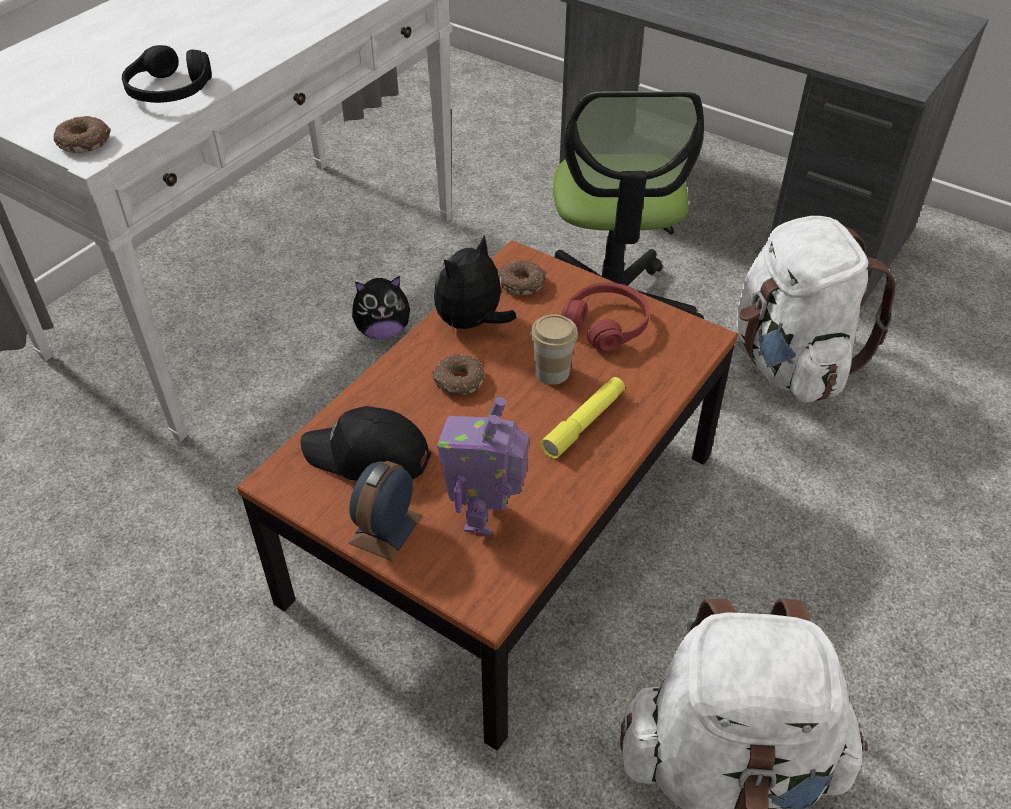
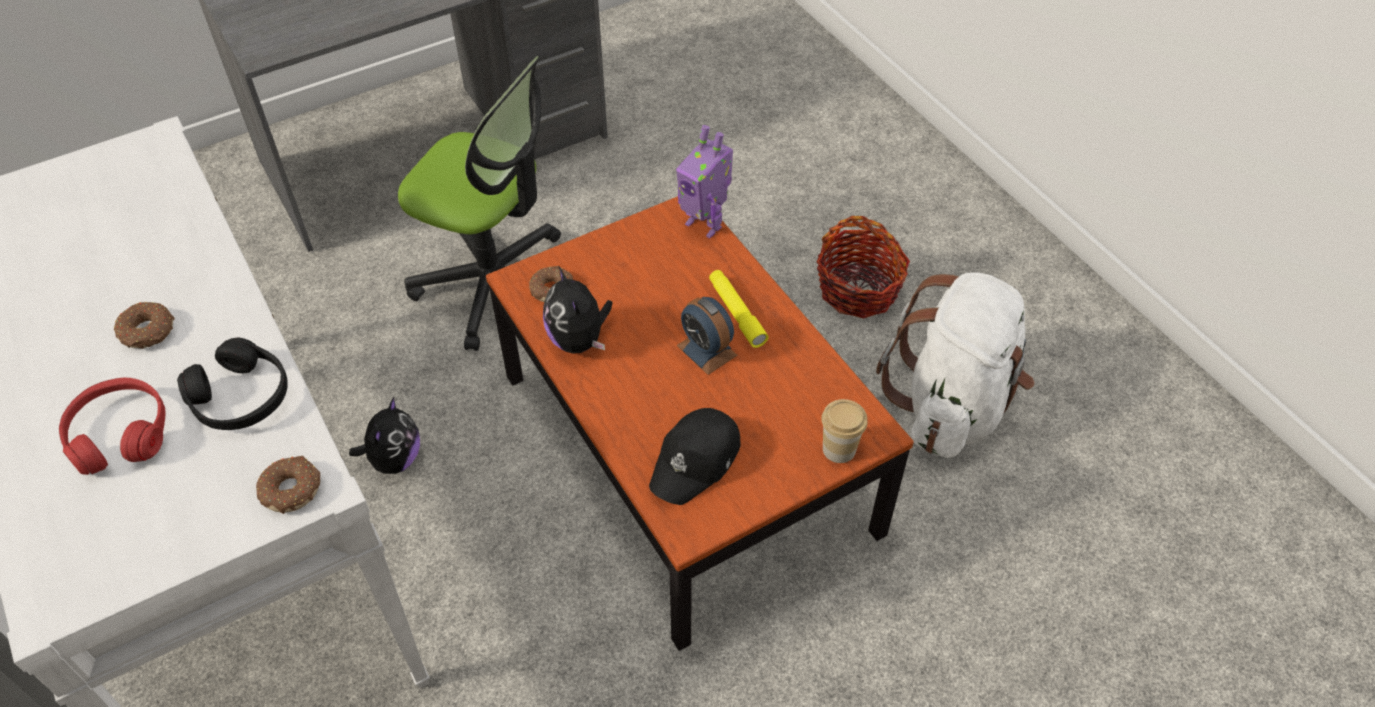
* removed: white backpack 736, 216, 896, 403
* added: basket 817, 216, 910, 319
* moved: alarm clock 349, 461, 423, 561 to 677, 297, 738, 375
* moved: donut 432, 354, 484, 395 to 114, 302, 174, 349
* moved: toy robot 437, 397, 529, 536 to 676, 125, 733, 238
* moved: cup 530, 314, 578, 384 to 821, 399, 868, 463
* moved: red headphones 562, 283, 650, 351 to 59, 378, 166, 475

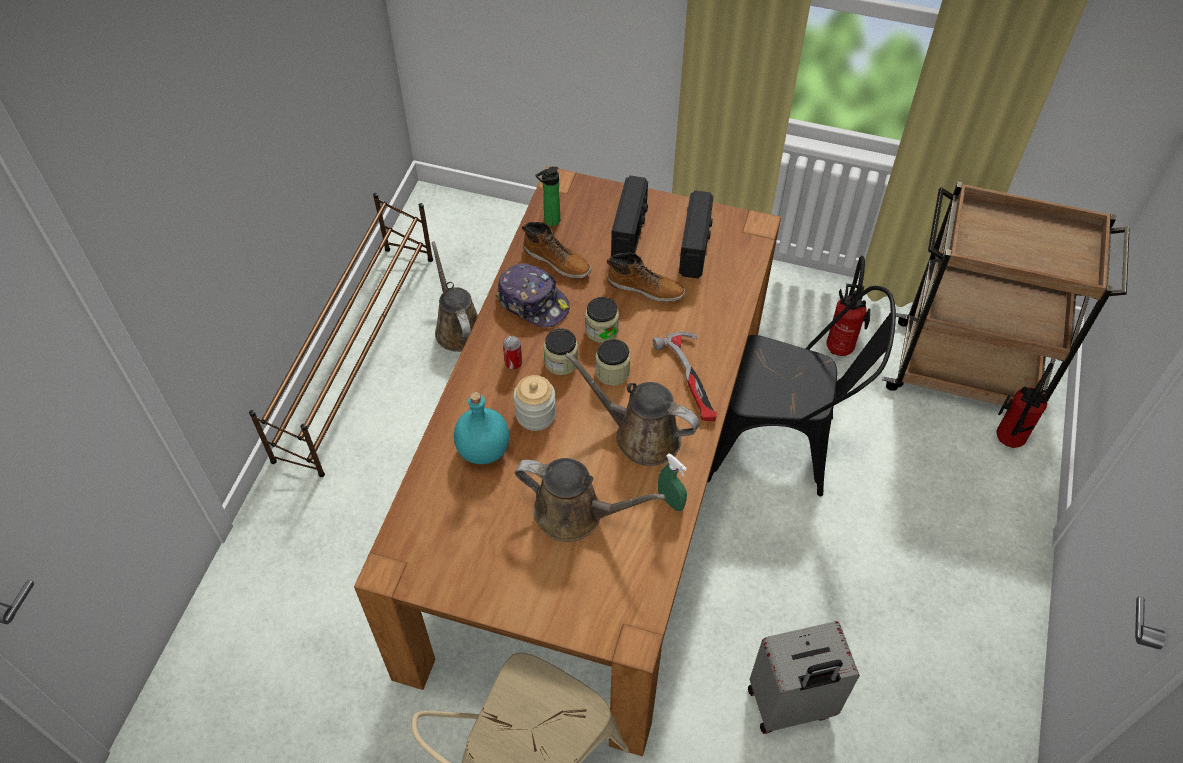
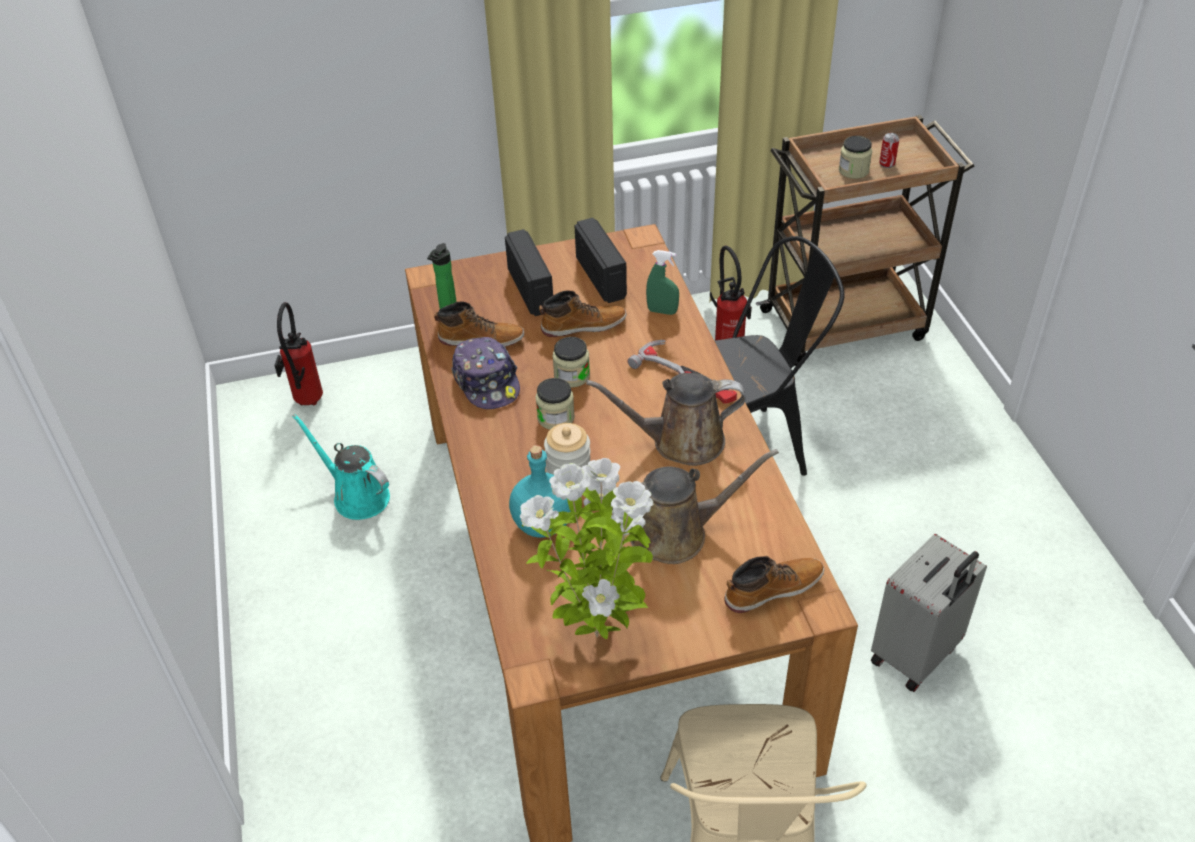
* removed: brown shoe rack 249, 193, 433, 477
* added: potted plant 520, 458, 654, 639
* added: boot 725, 556, 824, 613
* moved: can 503, 336, 522, 369 to 879, 133, 899, 168
* moved: jar 596, 339, 630, 386 to 839, 136, 872, 179
* moved: green spray bottle 658, 453, 687, 511 to 646, 250, 679, 315
* moved: fire extinguisher 997, 363, 1053, 448 to 274, 302, 323, 406
* recoloured: brown watering can 431, 241, 478, 352 to turquoise watering can 292, 414, 390, 520
* turned: cap 496, 263, 570, 327 = 451, 337, 520, 409 60 degrees clockwise

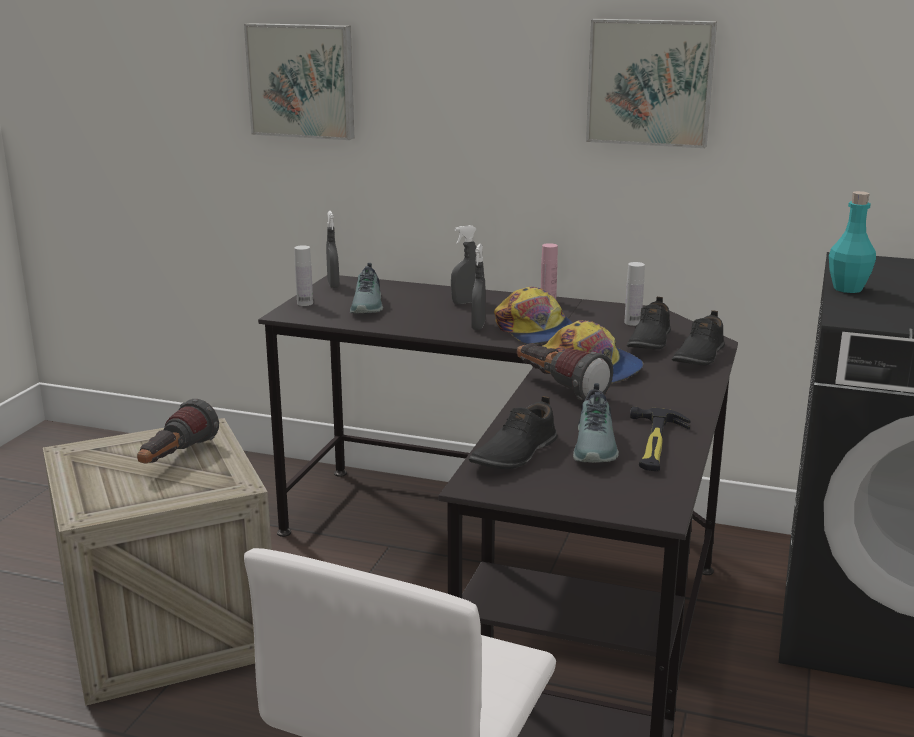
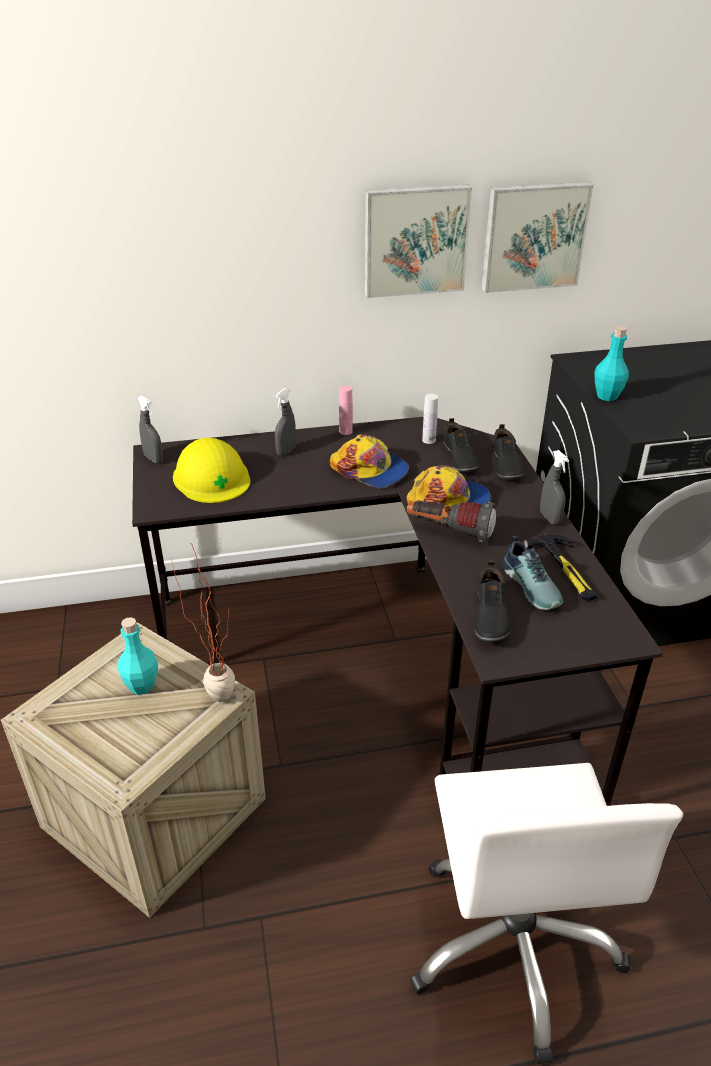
* removed: white bottle 294, 245, 313, 306
* added: potted plant 172, 545, 235, 702
* moved: picture 244, 23, 354, 140 to 481, 182, 593, 293
* moved: grey spray bottle 471, 244, 486, 330 to 540, 450, 569, 525
* replaced: flashlight 137, 399, 219, 464 to turquoise bottle 117, 617, 158, 695
* replaced: shoe 350, 263, 383, 313 to yellow hard hat 173, 438, 250, 503

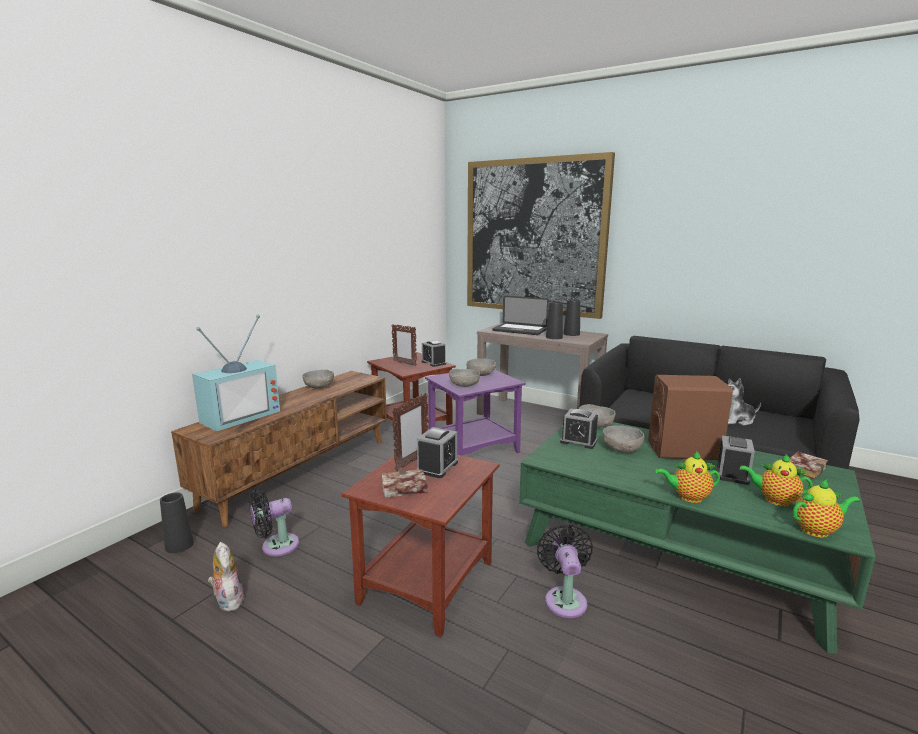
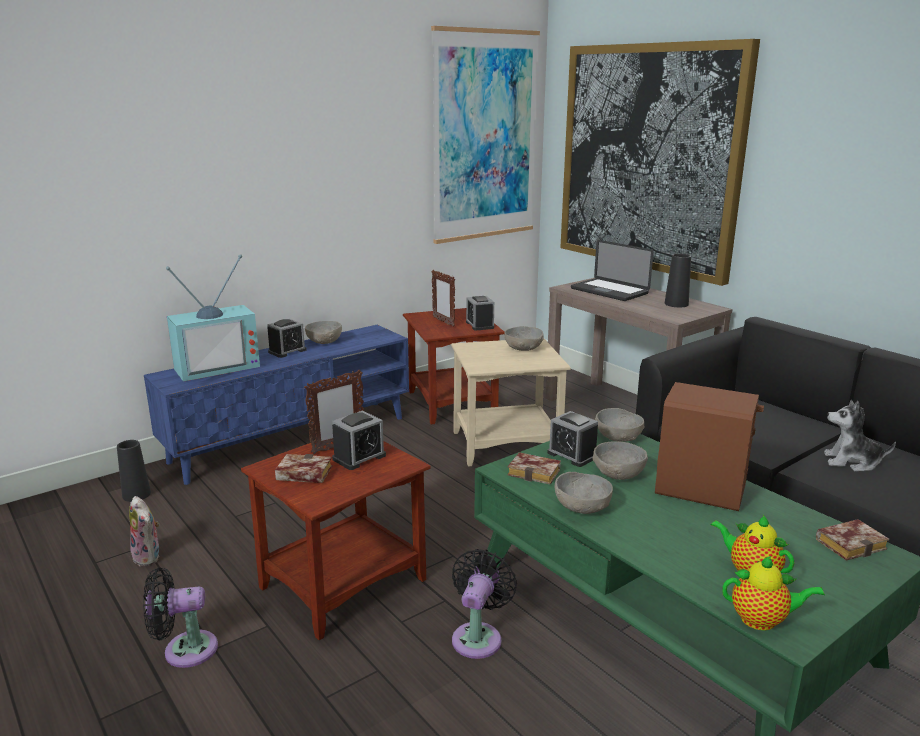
* removed: black vase 546, 301, 563, 339
* removed: teapot 656, 451, 720, 503
* added: picture 431, 26, 540, 244
* added: book 508, 452, 561, 485
* moved: black fan 249, 489, 299, 556 to 143, 567, 218, 668
* moved: grey bowl 449, 369, 480, 387 to 555, 472, 613, 514
* moved: alarm clock 717, 435, 755, 485 to 267, 319, 307, 358
* recoloured: brown tv stand 171, 371, 387, 527 to blue tv stand 144, 325, 409, 485
* recoloured: purple side table 425, 370, 526, 456 to beige side table 451, 339, 571, 466
* turned: plush toy 208, 542, 244, 611 = 129, 496, 160, 566 150 degrees clockwise

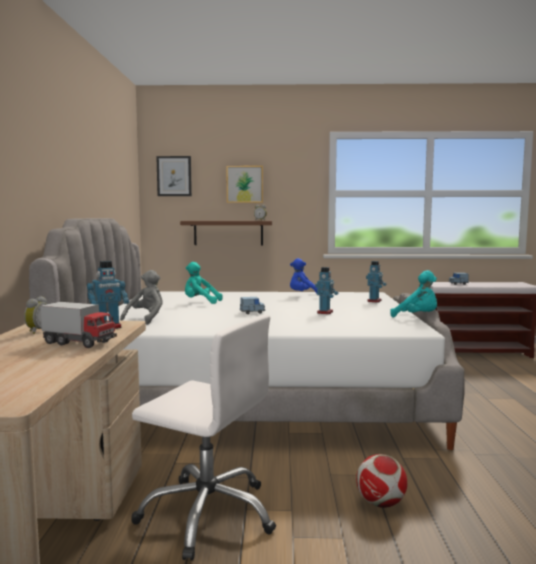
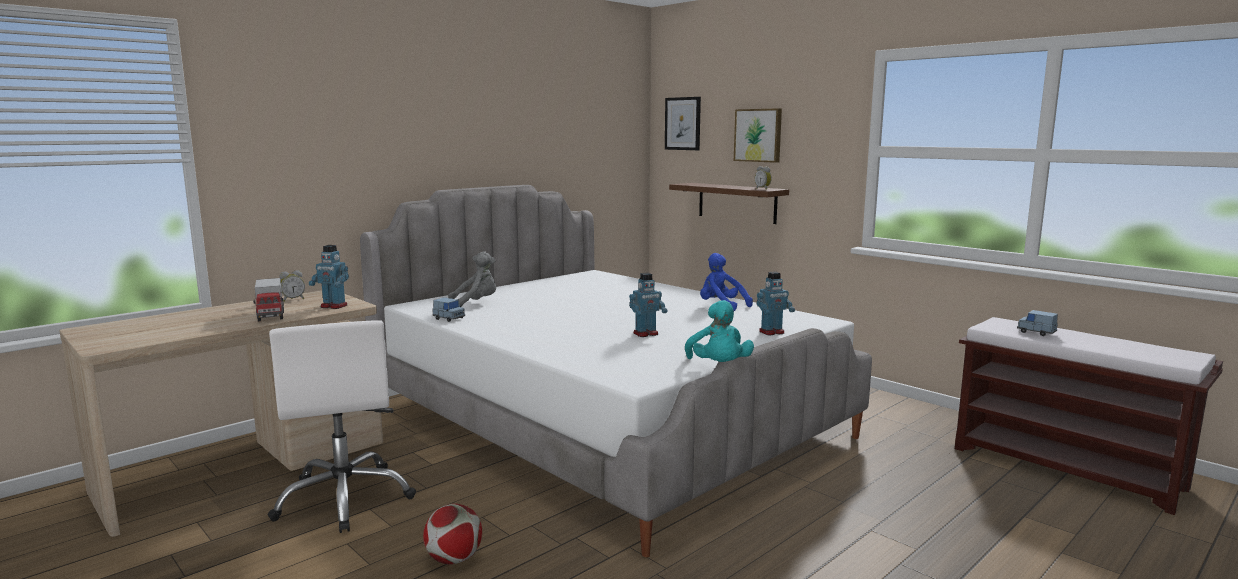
* removed: turquoise plush toy 185, 262, 223, 304
* moved: blue toy car 240, 297, 265, 314 to 433, 298, 465, 322

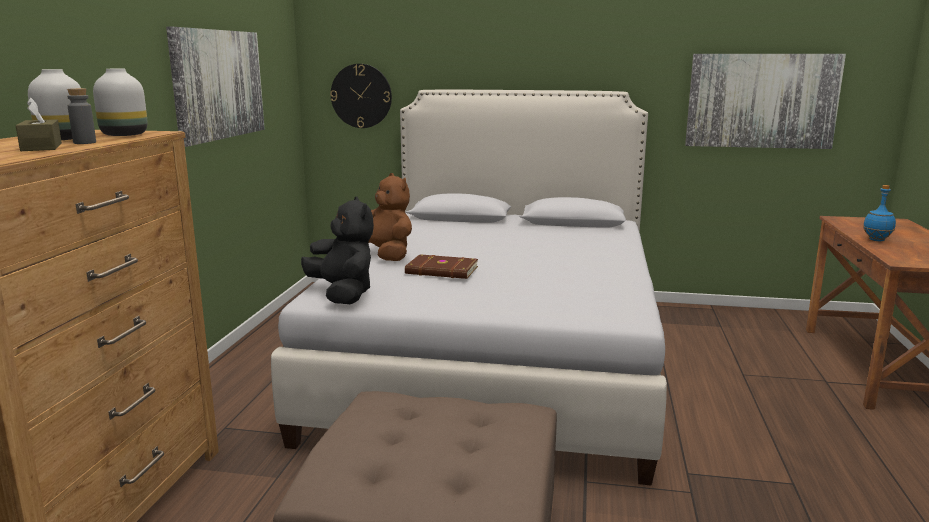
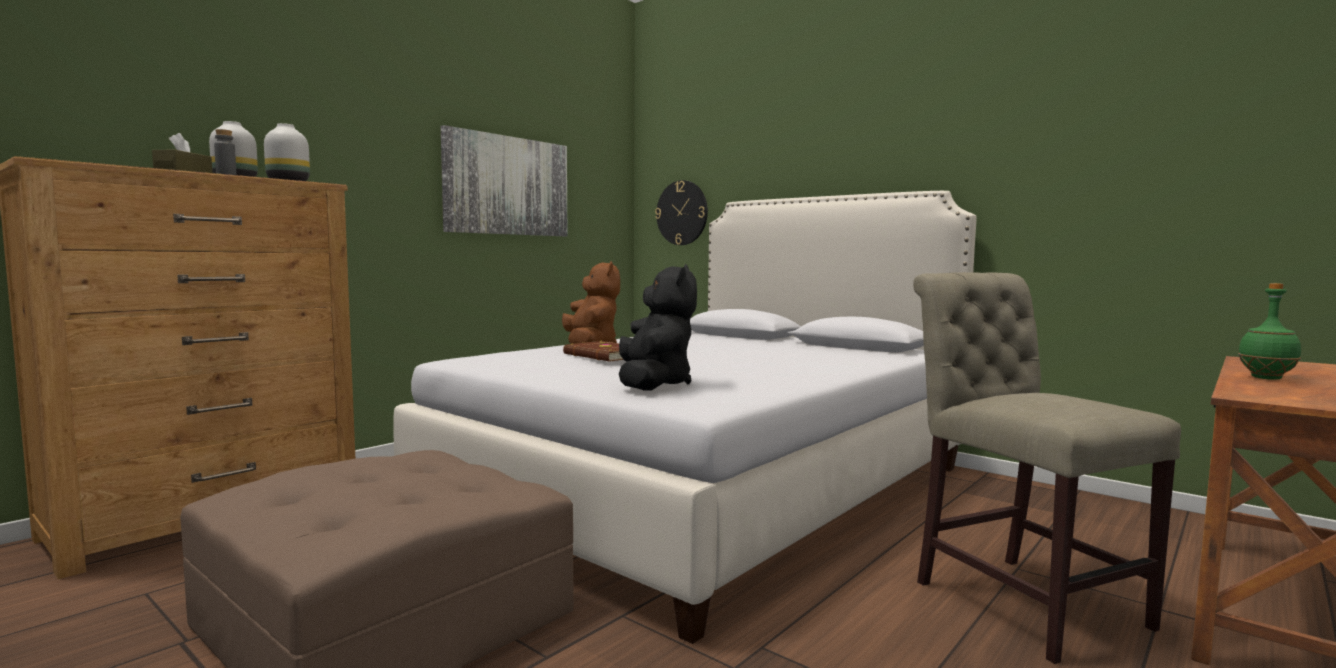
* removed: picture 685, 54, 846, 149
* added: beige chair 913, 272, 1181, 664
* moved: black plush toy 301, 196, 374, 304 to 619, 264, 697, 390
* recoloured: blue bottle 863, 185, 896, 241 to green bottle 1238, 283, 1301, 380

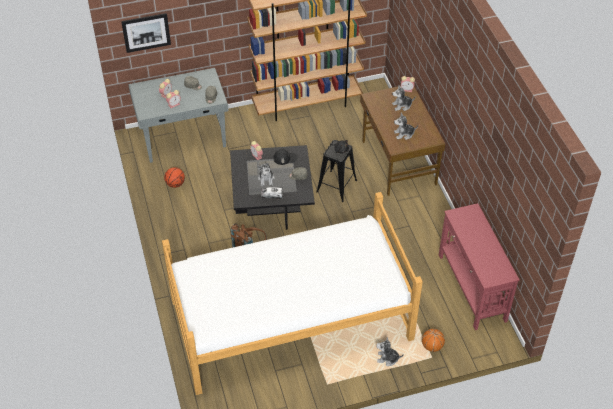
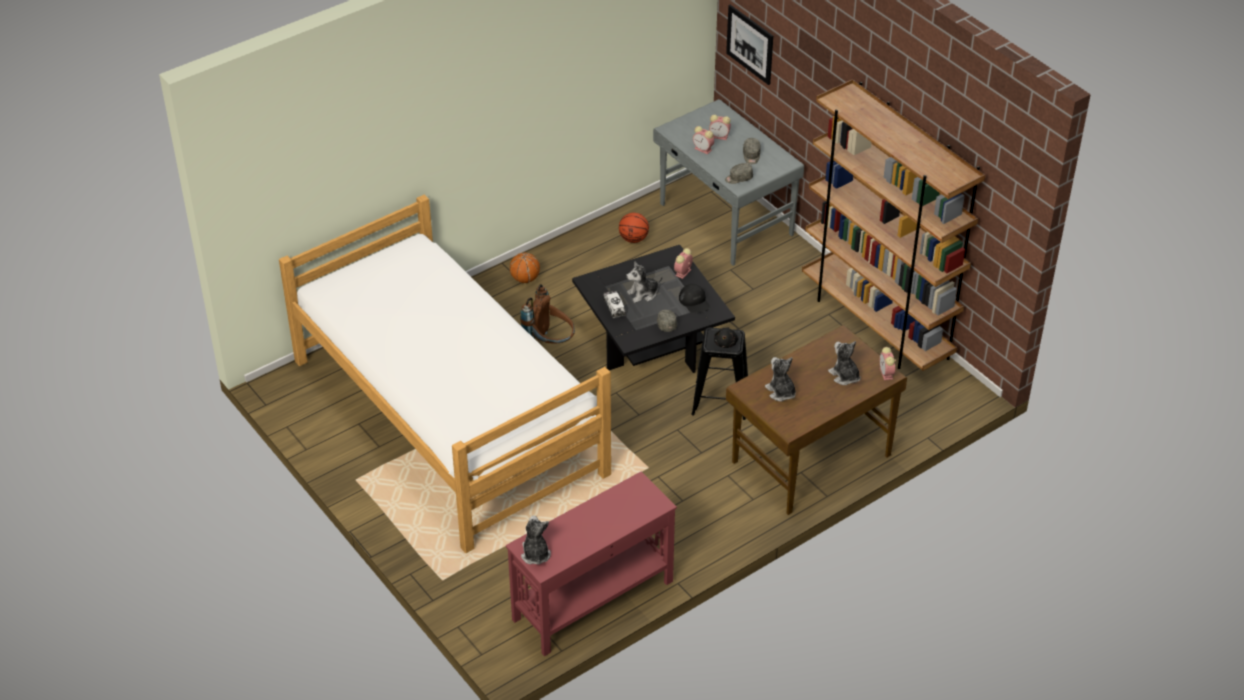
* moved: plush toy 376, 337, 404, 366 to 521, 516, 551, 565
* moved: basketball 422, 329, 445, 352 to 510, 253, 540, 283

